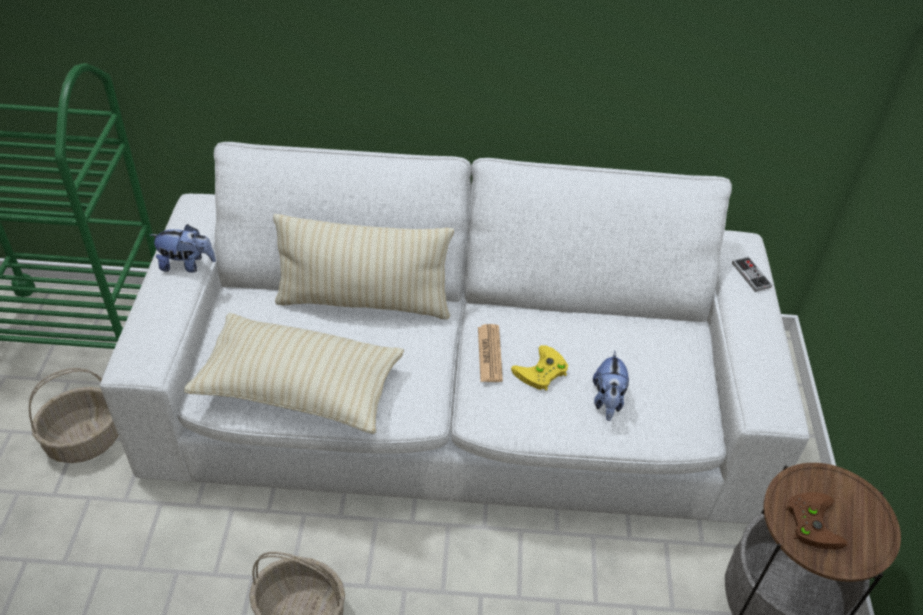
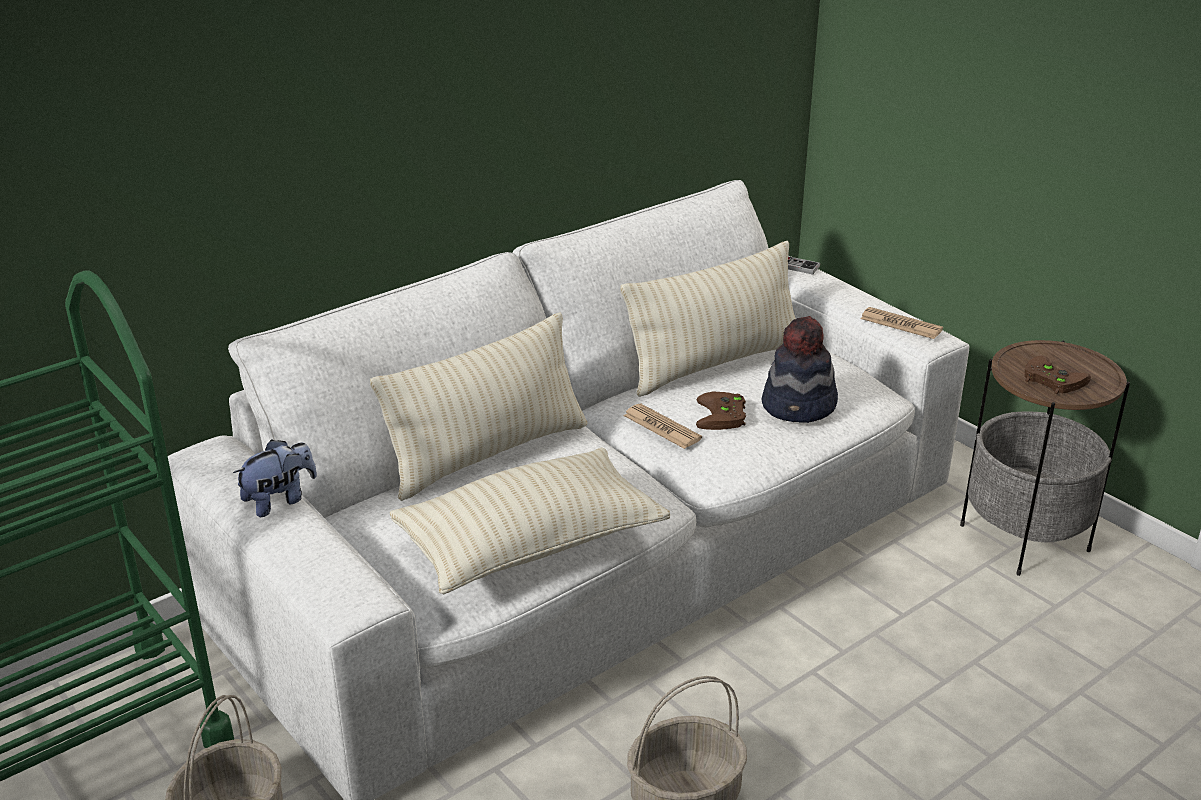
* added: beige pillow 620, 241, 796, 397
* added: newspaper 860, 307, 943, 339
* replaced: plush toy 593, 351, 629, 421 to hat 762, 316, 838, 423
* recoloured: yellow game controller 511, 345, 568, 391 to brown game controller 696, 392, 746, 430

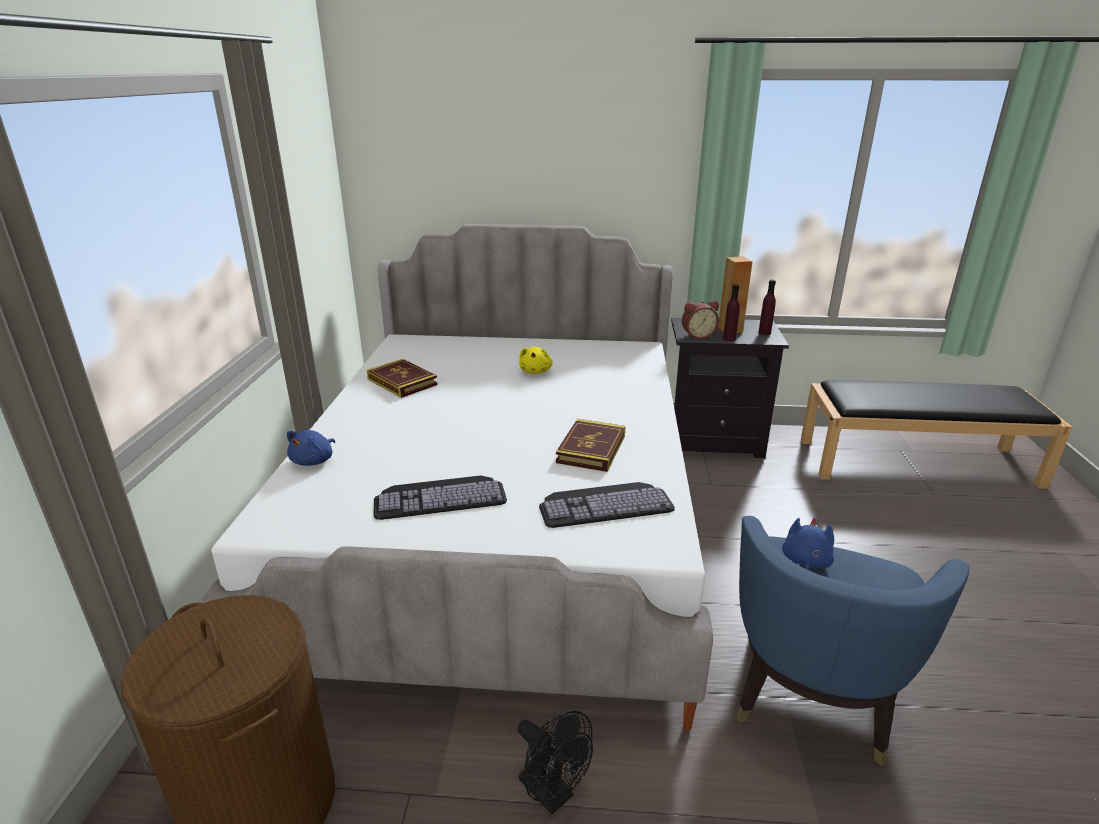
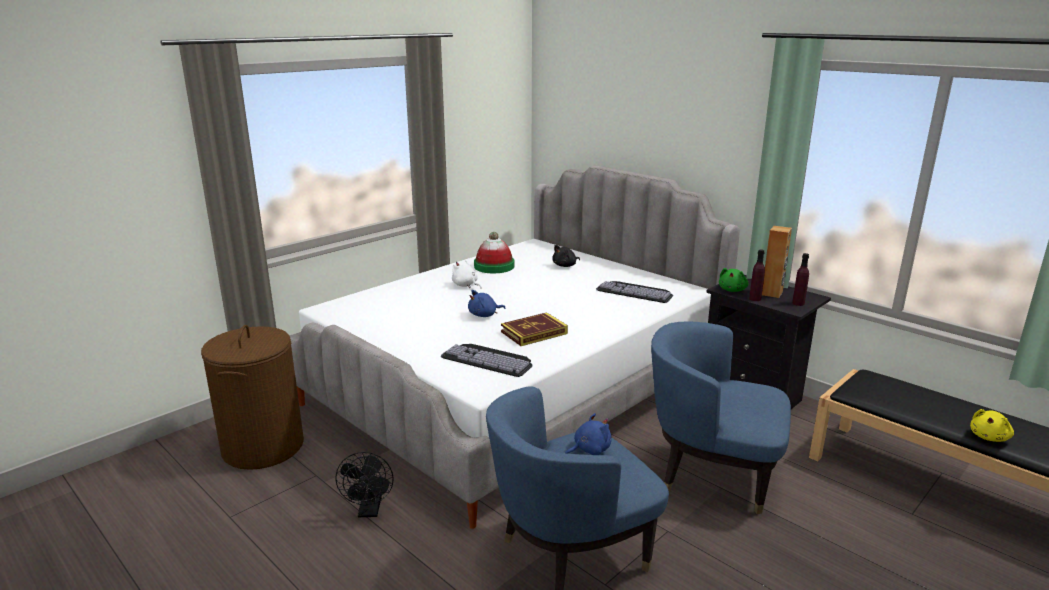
* added: white plush toy 452, 260, 481, 288
* added: black plush toy 552, 245, 580, 267
* added: blue armchair 651, 322, 791, 514
* moved: blue plush toy 287, 430, 335, 466 to 468, 290, 506, 317
* moved: keyboard 374, 475, 507, 520 to 596, 281, 673, 303
* moved: yellow plush toy 519, 347, 553, 374 to 970, 409, 1014, 442
* replaced: book 367, 359, 438, 398 to hat 474, 232, 514, 273
* replaced: alarm clock 682, 301, 719, 339 to green plush toy 719, 268, 748, 292

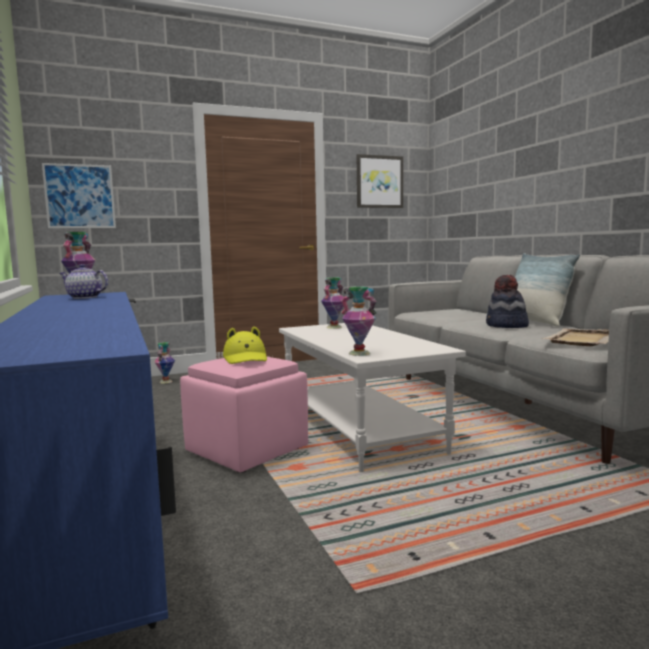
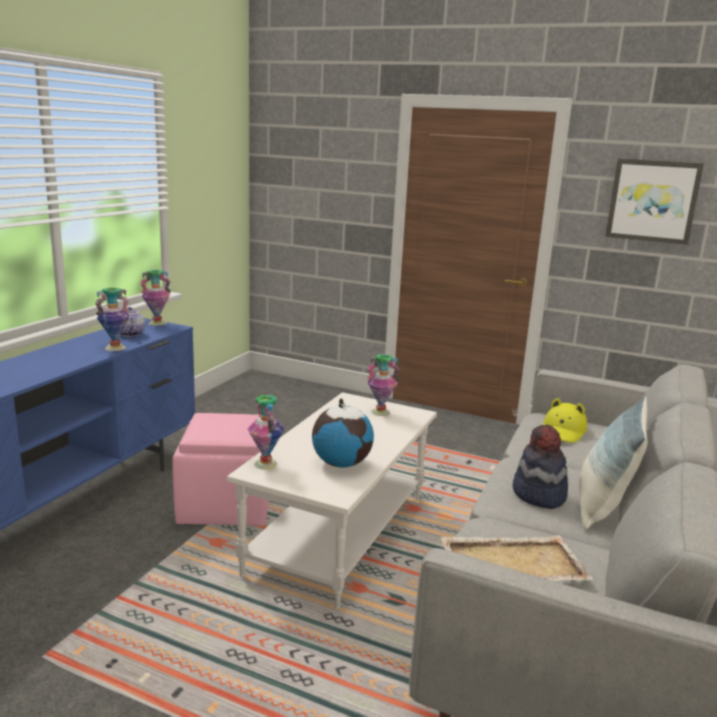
* removed: picture 42, 163, 116, 228
* added: globe 312, 398, 374, 467
* moved: vase 154, 342, 175, 384 to 95, 288, 130, 351
* moved: yellow hat 223, 326, 267, 364 to 543, 398, 587, 443

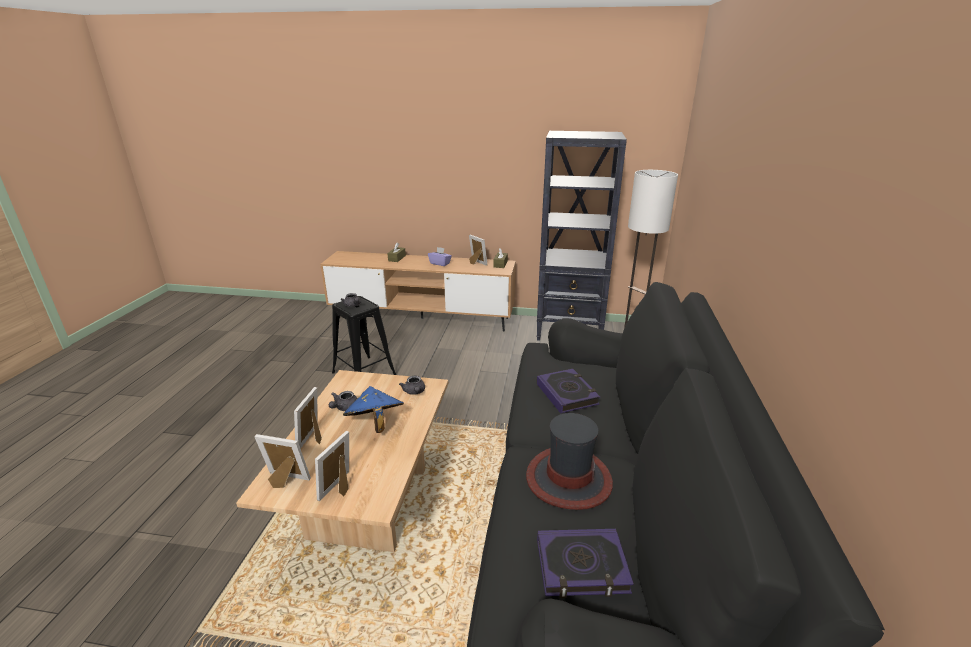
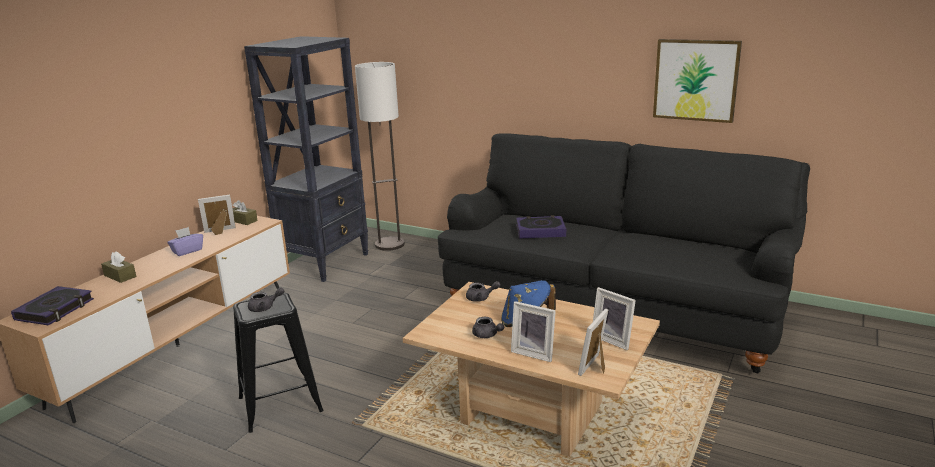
* removed: hat 526, 413, 613, 510
* added: picture 653, 39, 742, 123
* moved: book 537, 529, 634, 598 to 11, 286, 94, 325

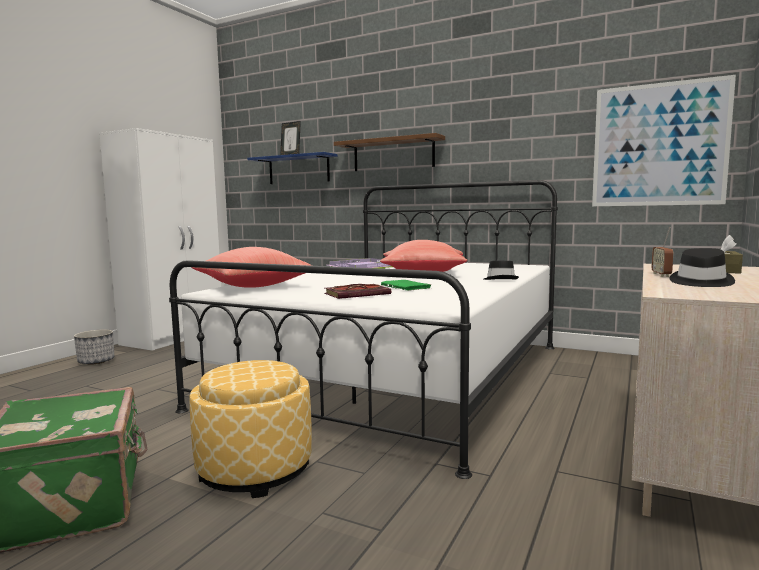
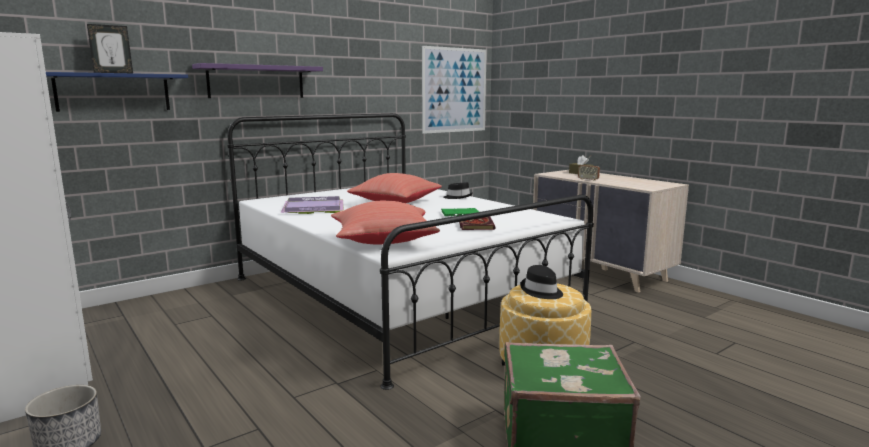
* moved: black hat 669, 248, 735, 287 to 520, 265, 563, 299
* recoloured: brown shelf 334, 133, 445, 171 to purple shelf 192, 63, 323, 98

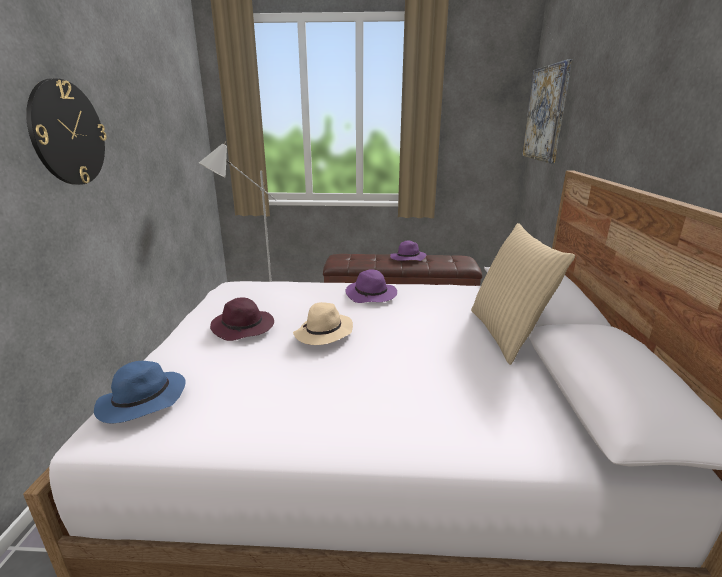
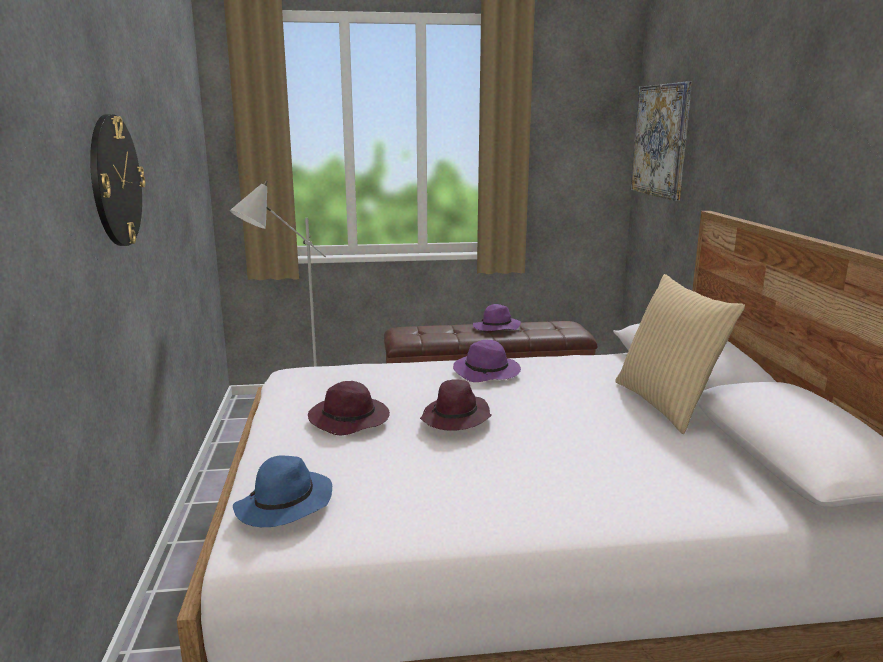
* recoloured: beige hat 293, 302, 353, 345 to purple hat 420, 379, 492, 431

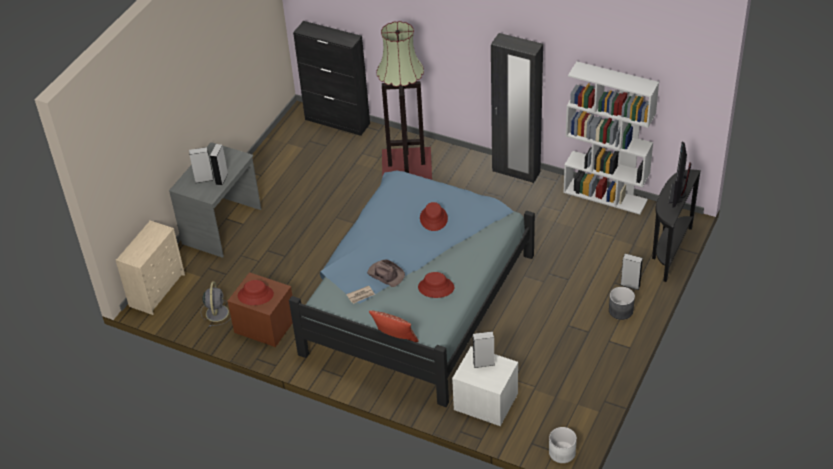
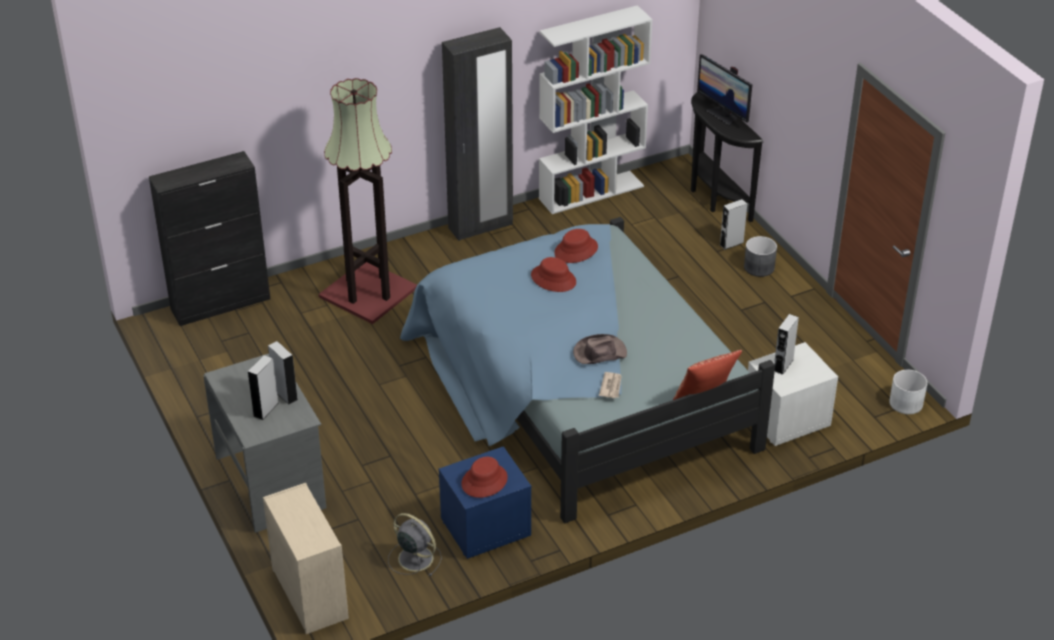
* moved: red hat 418, 272, 454, 298 to 554, 229, 598, 263
* recoloured: brown nightstand 227, 272, 293, 347 to blue nightstand 439, 446, 531, 559

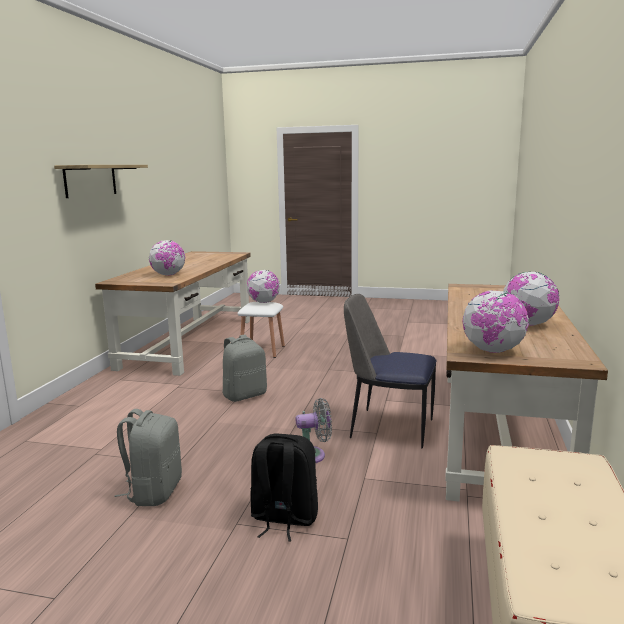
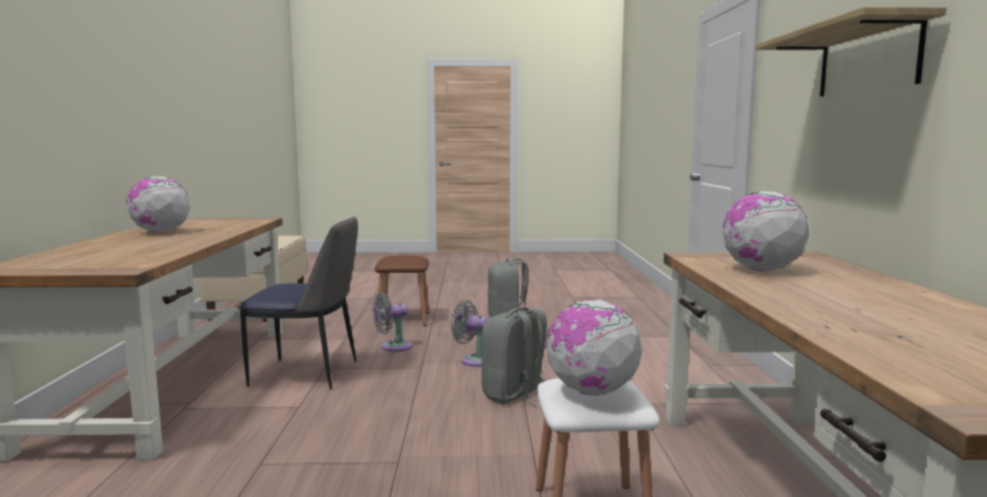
* removed: globe 463, 290, 529, 353
* added: grey fan 451, 300, 489, 367
* replaced: black backpack 250, 434, 318, 542 to brown stool 375, 255, 429, 326

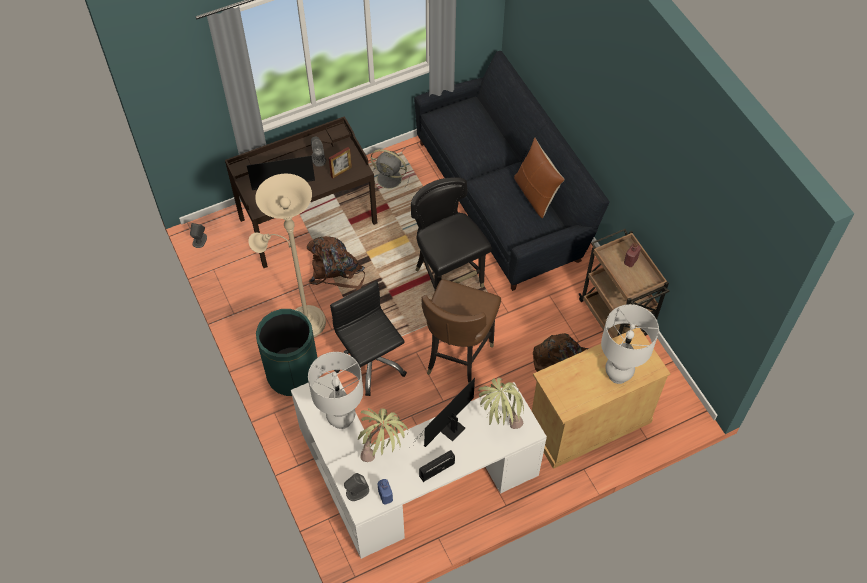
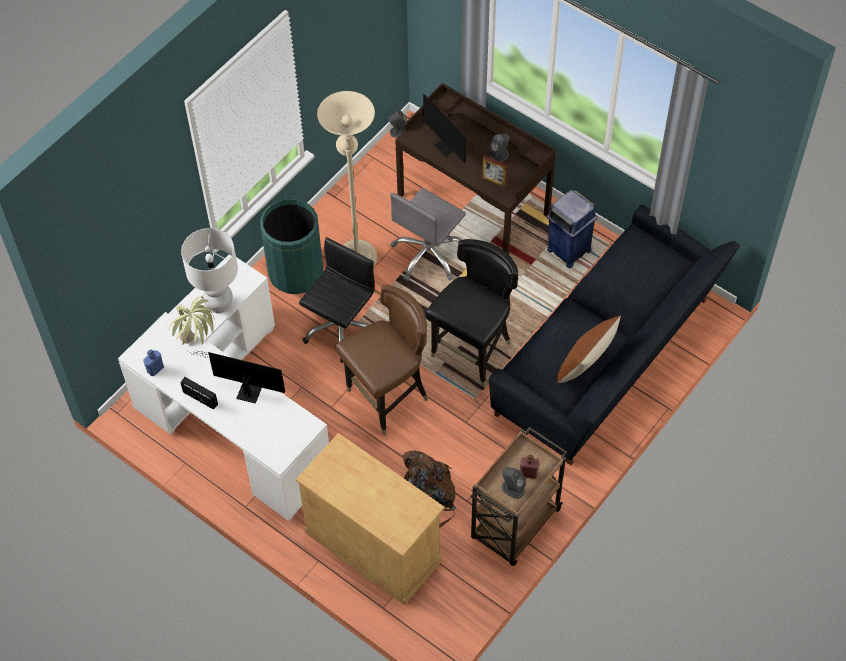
* removed: potted plant 478, 378, 524, 429
* removed: white table lamp 601, 304, 659, 384
* moved: grey speaker 344, 473, 369, 501 to 501, 467, 526, 499
* replaced: brown backpack 307, 236, 365, 291 to grey office chair 390, 188, 466, 281
* replaced: grey fan 371, 149, 409, 191 to blue trash can 547, 190, 597, 269
* turned: brown chair 422, 279, 501, 384 = 335, 285, 428, 435 150 degrees clockwise

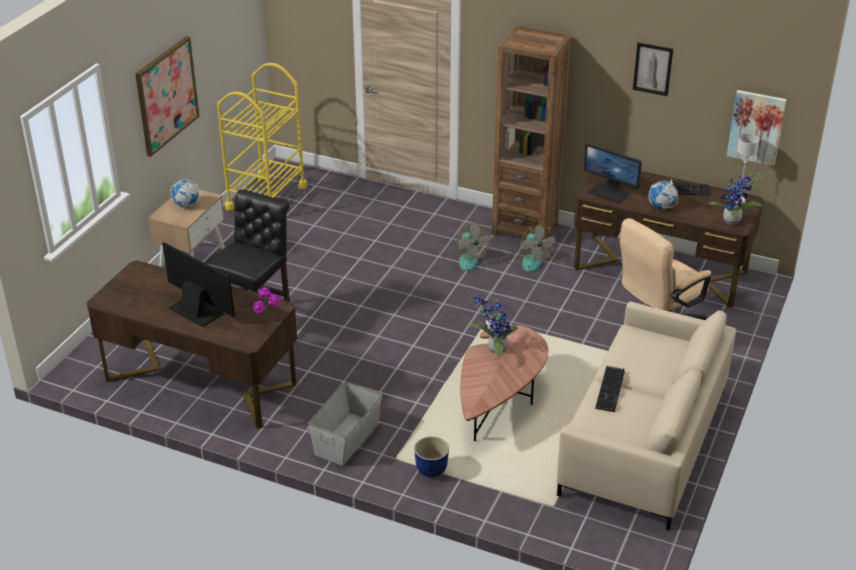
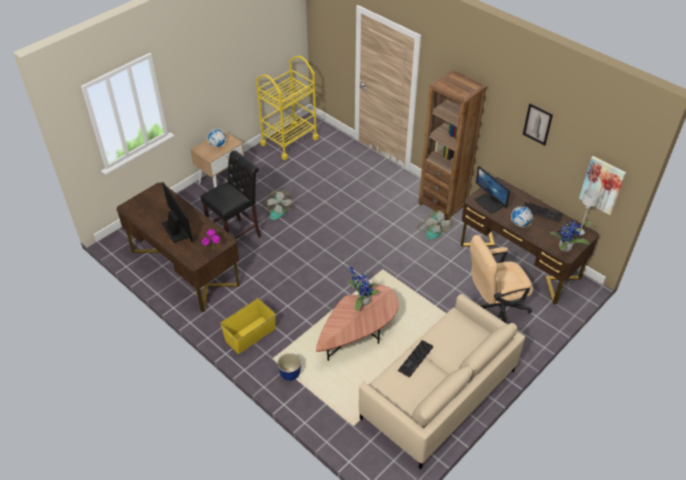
* removed: picture 135, 36, 200, 157
* moved: fan 442, 223, 491, 271 to 262, 190, 292, 220
* recoloured: grey storage box 308, 381, 382, 466 to yellow storage box 220, 298, 276, 354

